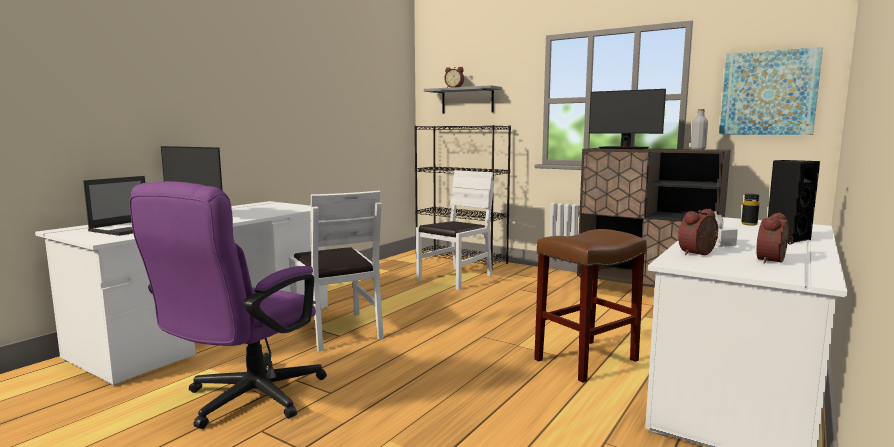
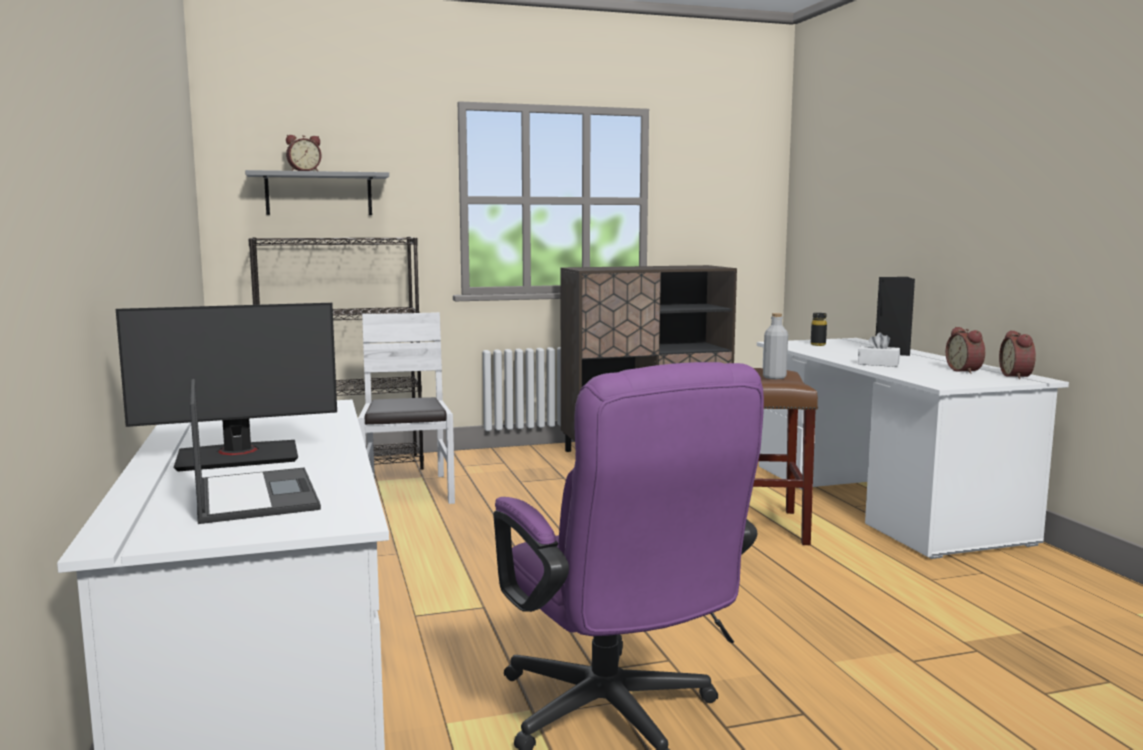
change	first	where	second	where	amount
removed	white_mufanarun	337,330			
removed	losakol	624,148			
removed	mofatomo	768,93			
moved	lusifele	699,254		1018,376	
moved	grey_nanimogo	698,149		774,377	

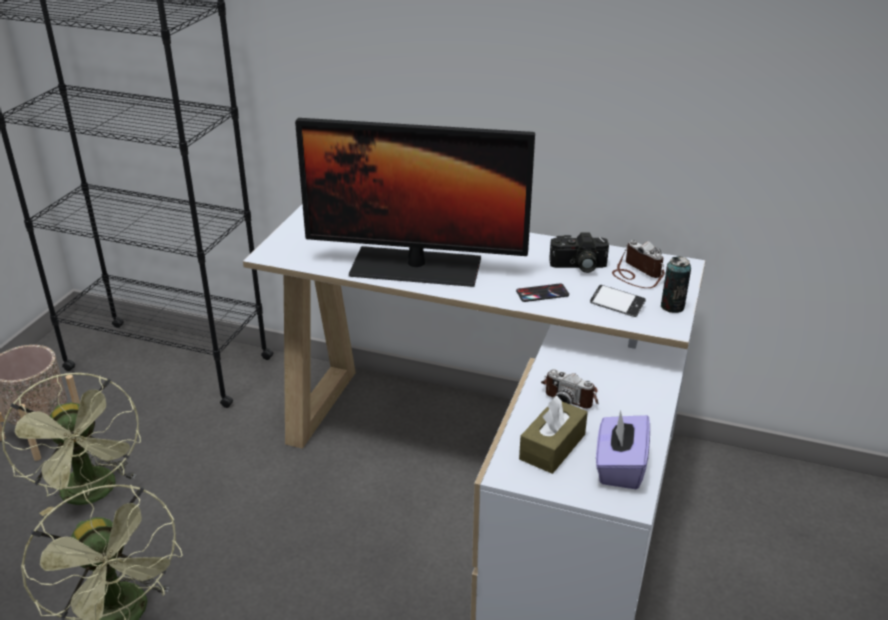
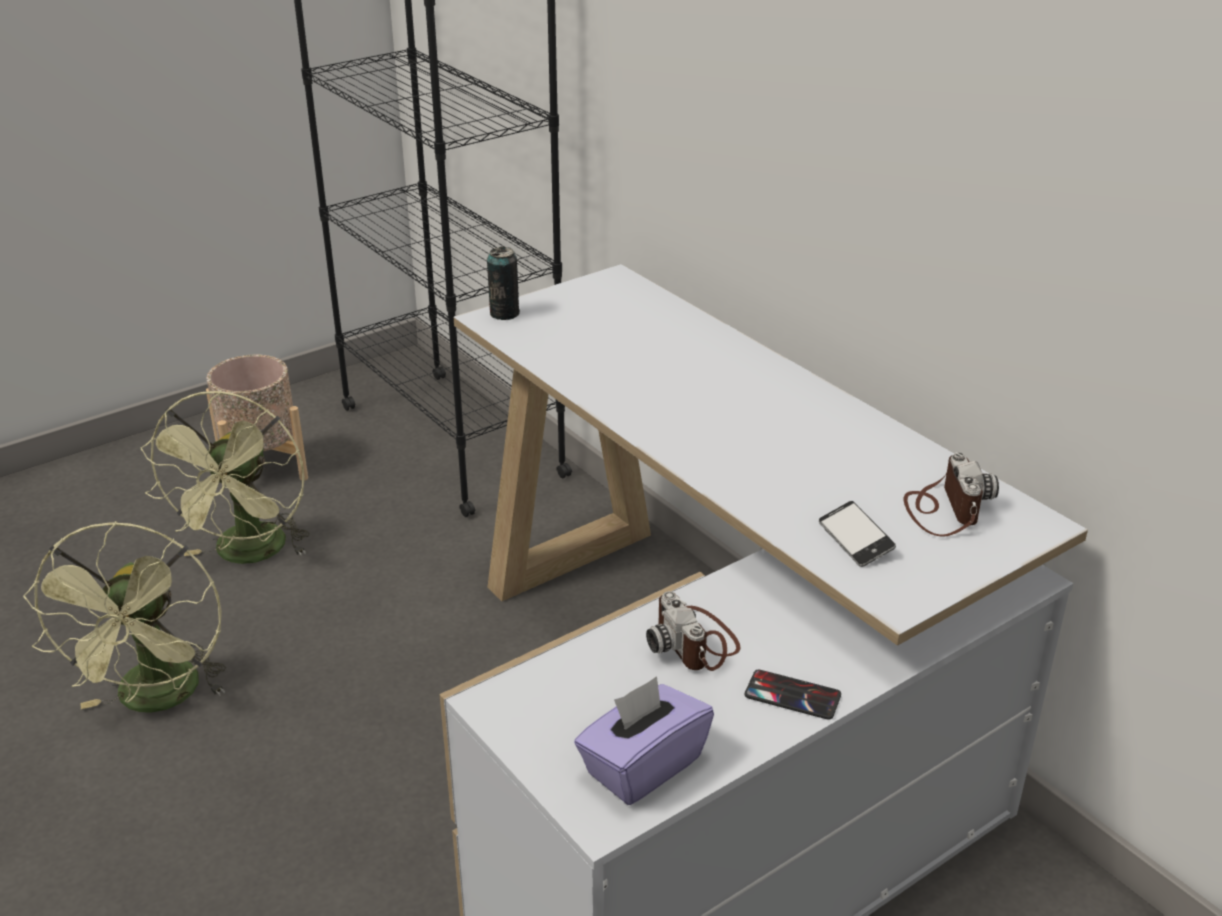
change	first	where	second	where	amount
removed	losakol	415,267			
removed	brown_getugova	552,447			
removed	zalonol	578,266			
moved	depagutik	542,293		792,695	
moved	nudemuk	672,307		504,313	

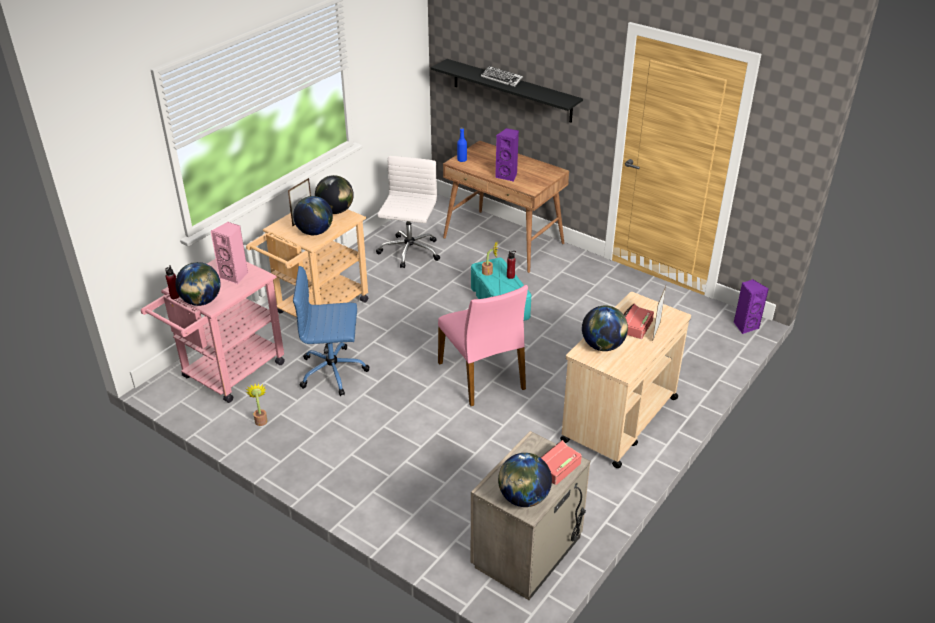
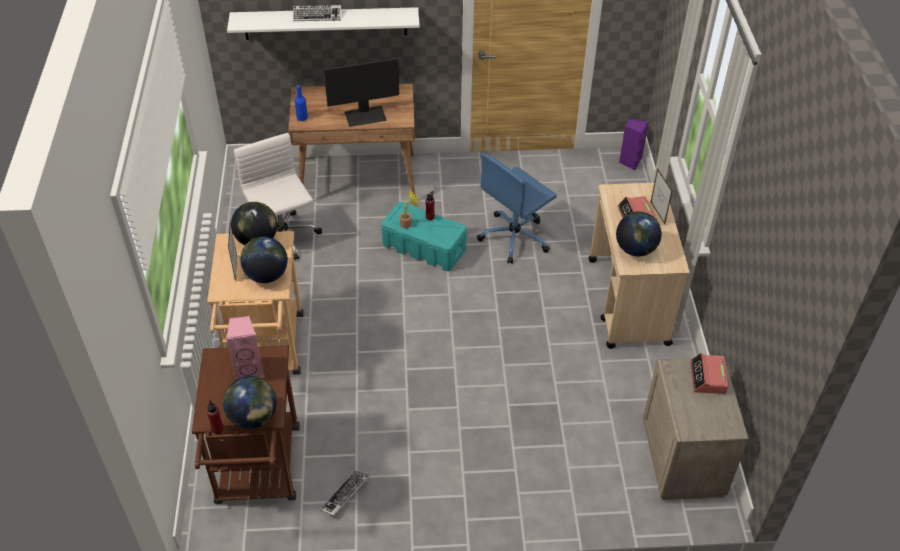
change	first	where	second	where	amount
removed	pink_mufanarun	483,376			
removed	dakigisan	523,498			
moved	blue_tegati	334,371		515,237	
replaced	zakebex	261,419	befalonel	345,495	
replaced	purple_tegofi	507,176	losakol	365,116	
recoloured	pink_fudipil	227,374	brown_fudipil	258,473	
recoloured	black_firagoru	511,90	white_firagoru	325,23	

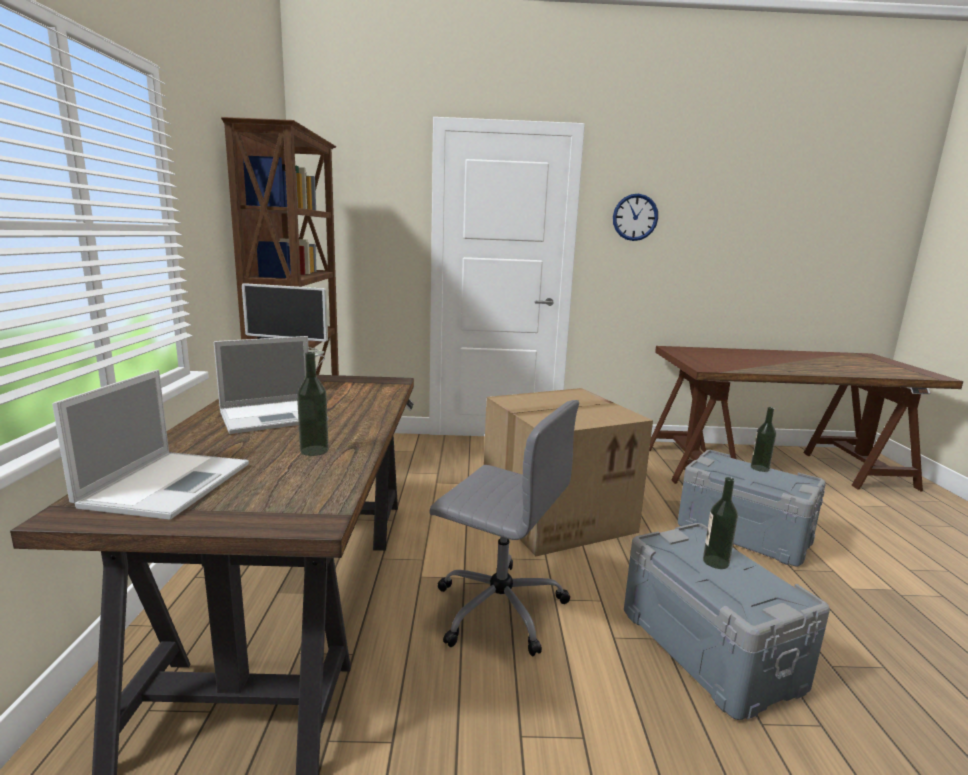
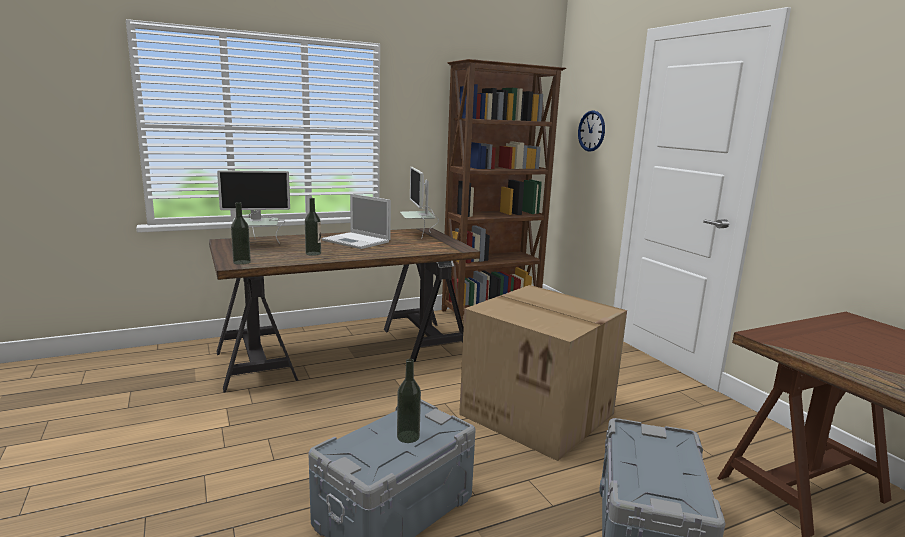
change	first	where	second	where	amount
removed	grey_tegati	497,607			
moved	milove	635,217		591,131	
moved	nanimogo	759,468		242,262	
replaced	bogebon	169,483	losakol	257,244	

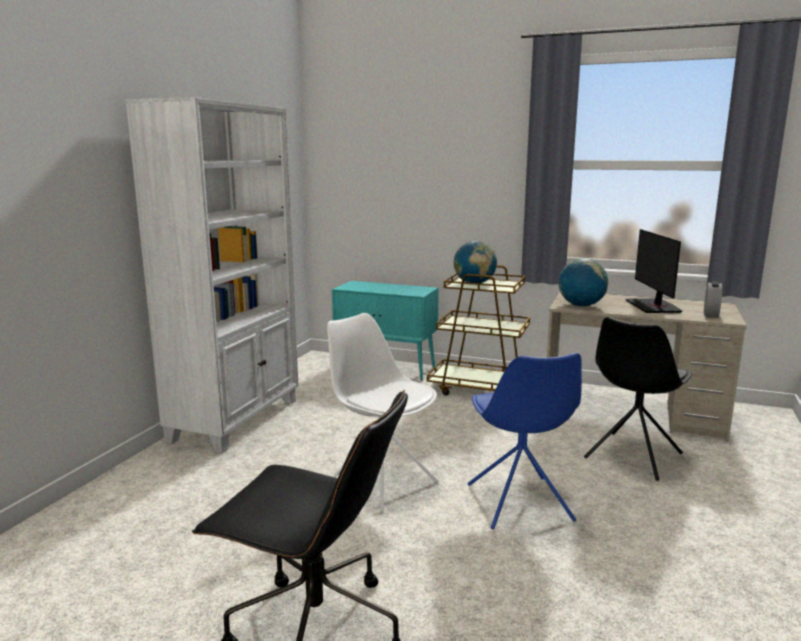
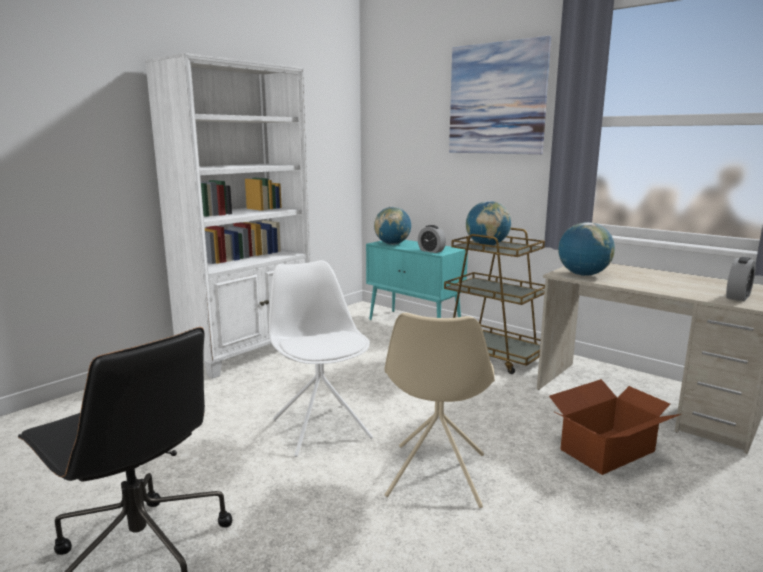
change	first	where	second	where	amount
removed	losakol	653,306			
added			dakigisan	392,244	
added			lusifele	431,251	
added			mofatomo	497,99	
replaced	black_mufanarun	632,456	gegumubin	606,450	
recoloured	blue_mufanarun	519,503	beige_mufanarun	436,476	

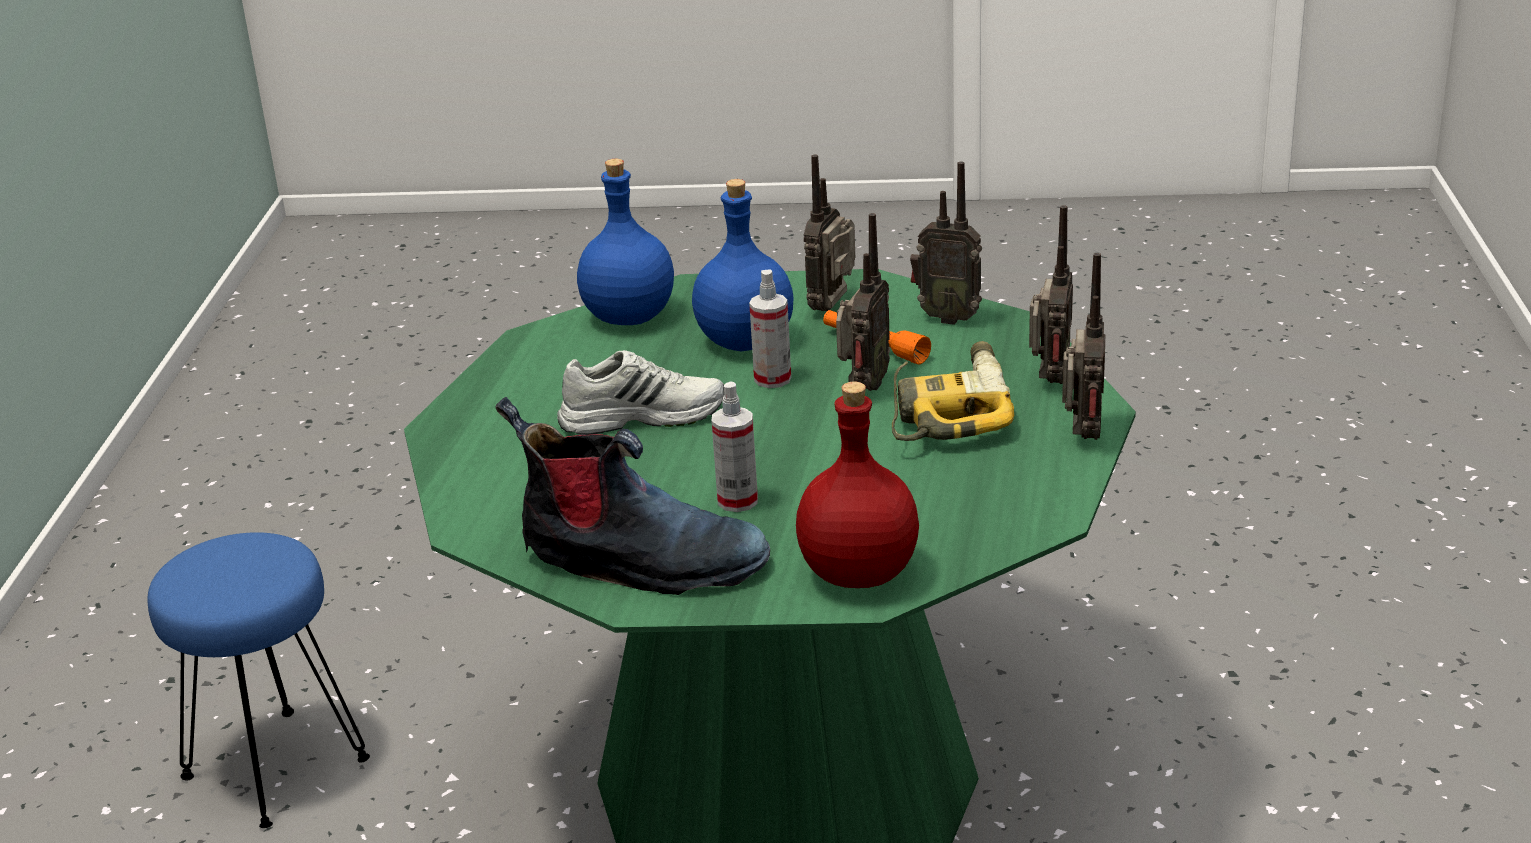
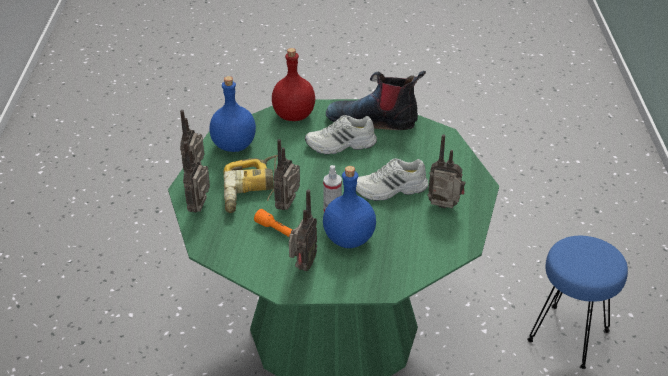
change	first	where	second	where	amount
moved	blue_nanimogo	628,318		234,145	
moved	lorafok	948,317		443,208	
replaced	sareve	737,501	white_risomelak	341,145	

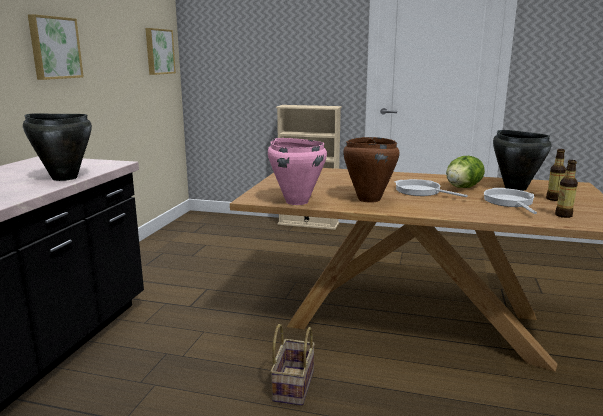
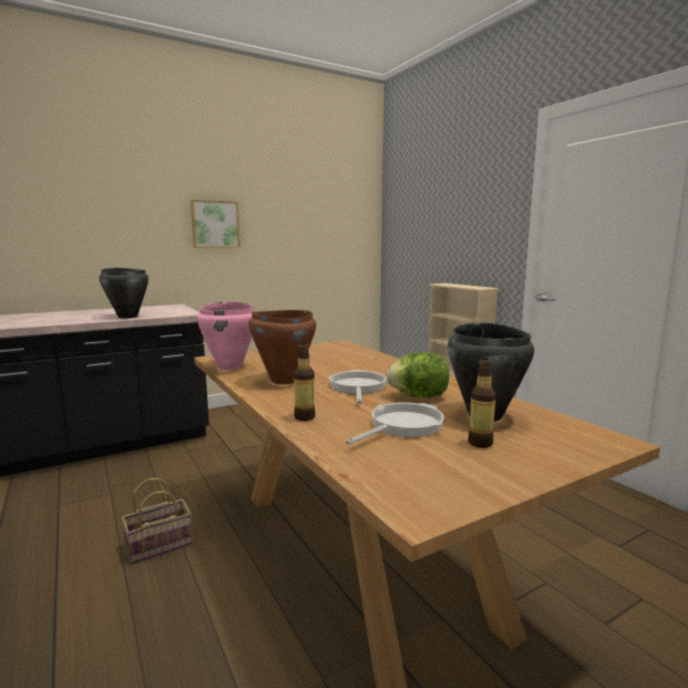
change	first	where	second	where	amount
removed	mofatomo	158,51			
moved	nanimogo	563,215		304,417	

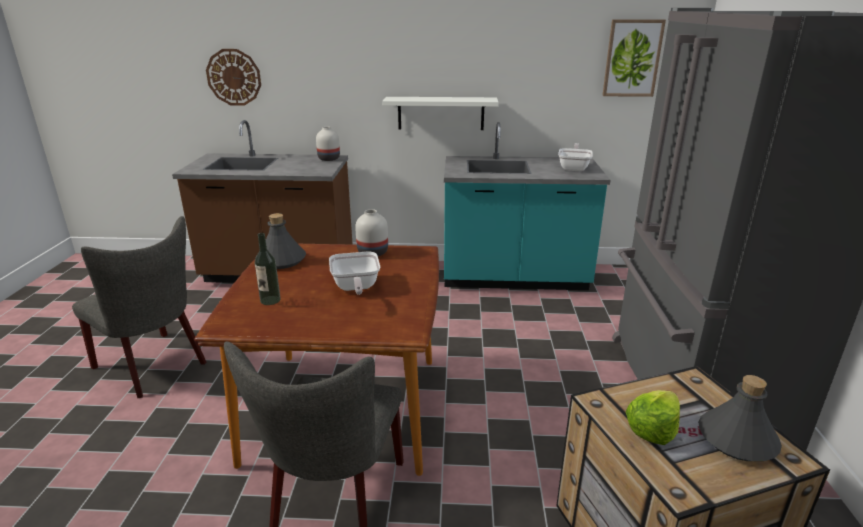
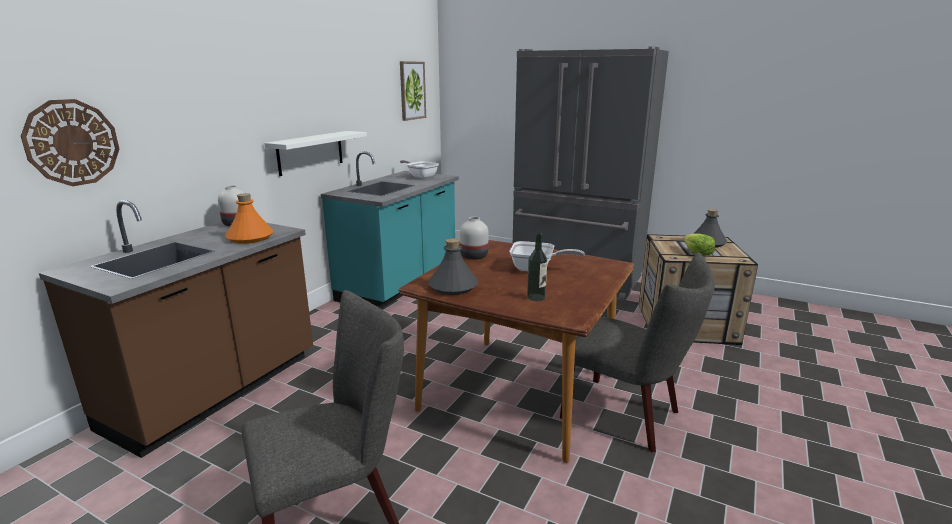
change	first	where	second	where	amount
added			orange_nanimogo	250,238	

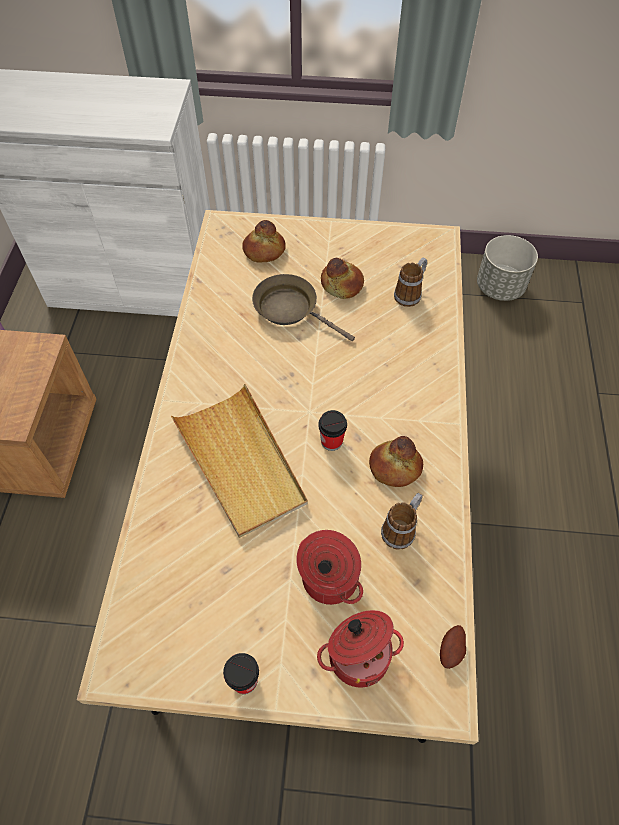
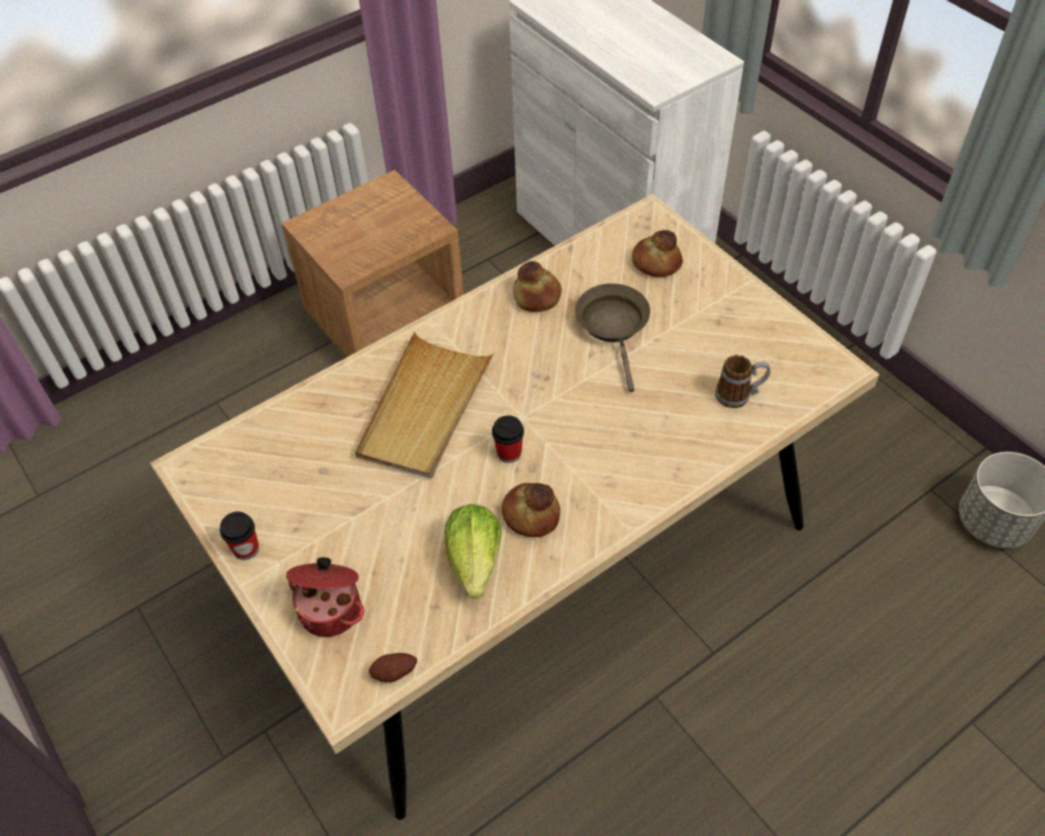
change	first	where	second	where	amount
removed	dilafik	328,579			
moved	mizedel	342,284		537,296	
replaced	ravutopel	401,528	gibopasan	475,561	

